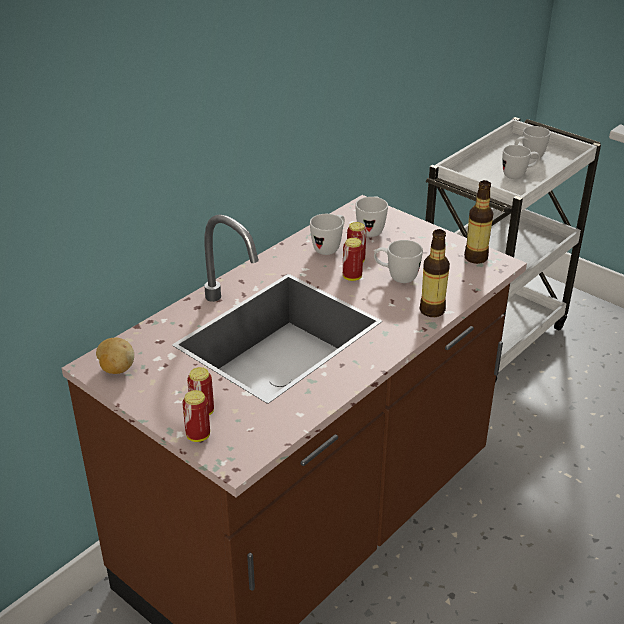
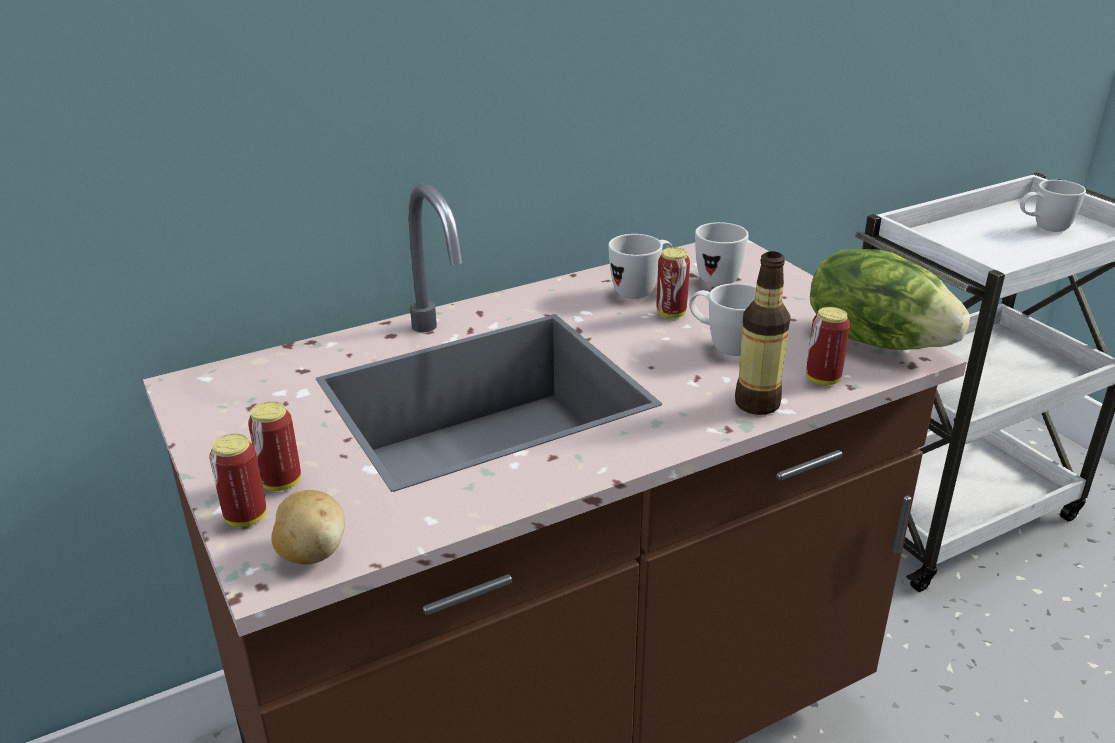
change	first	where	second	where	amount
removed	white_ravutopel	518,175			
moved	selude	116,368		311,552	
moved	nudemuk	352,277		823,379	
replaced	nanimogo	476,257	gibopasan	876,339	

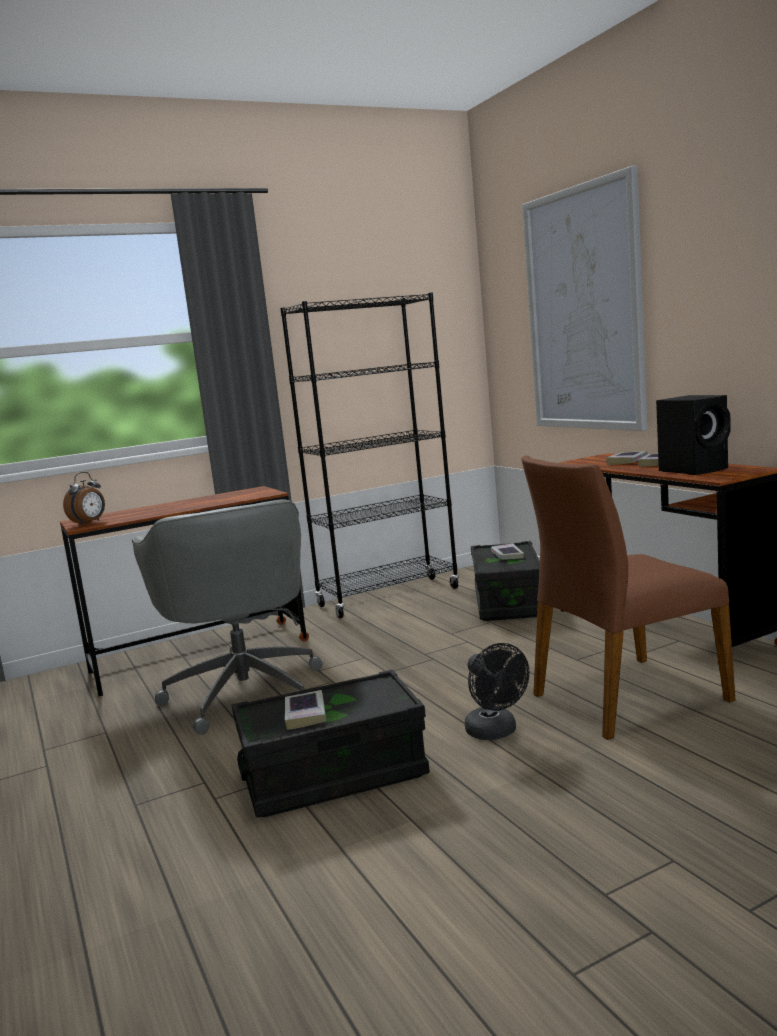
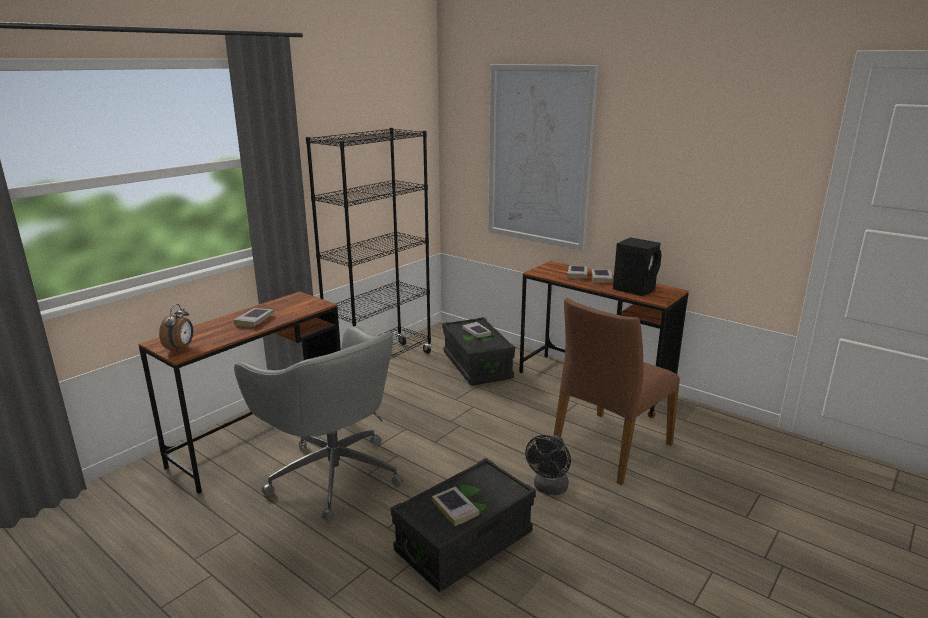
change	first	where	second	where	amount
added			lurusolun	254,320	
turned	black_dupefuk	496,733		549,489	75 degrees clockwise

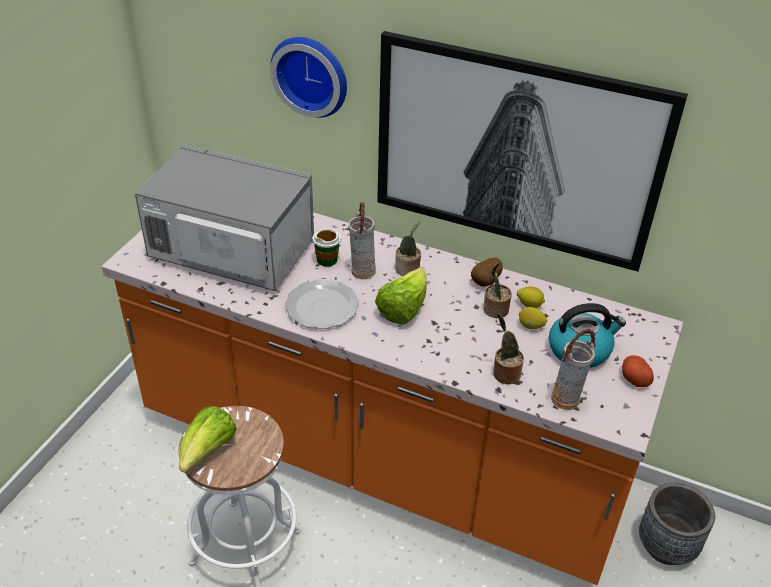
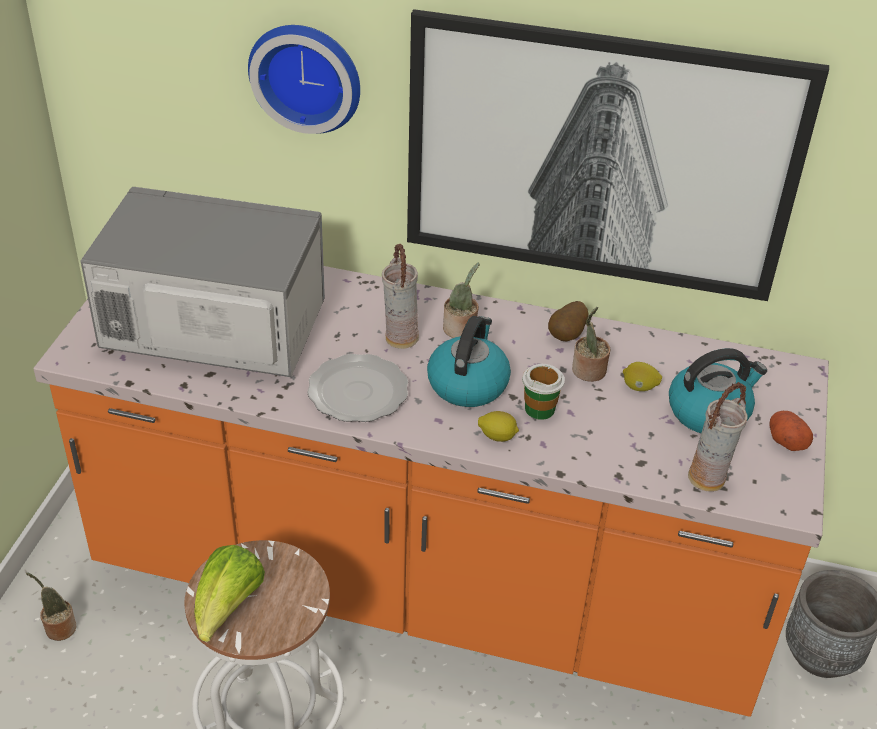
change	first	where	second	where	amount
moved	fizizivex	327,259		540,409	
moved	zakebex	504,373		58,627	
moved	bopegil	529,304		497,436	
replaced	gibopasan	403,309	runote	468,383	

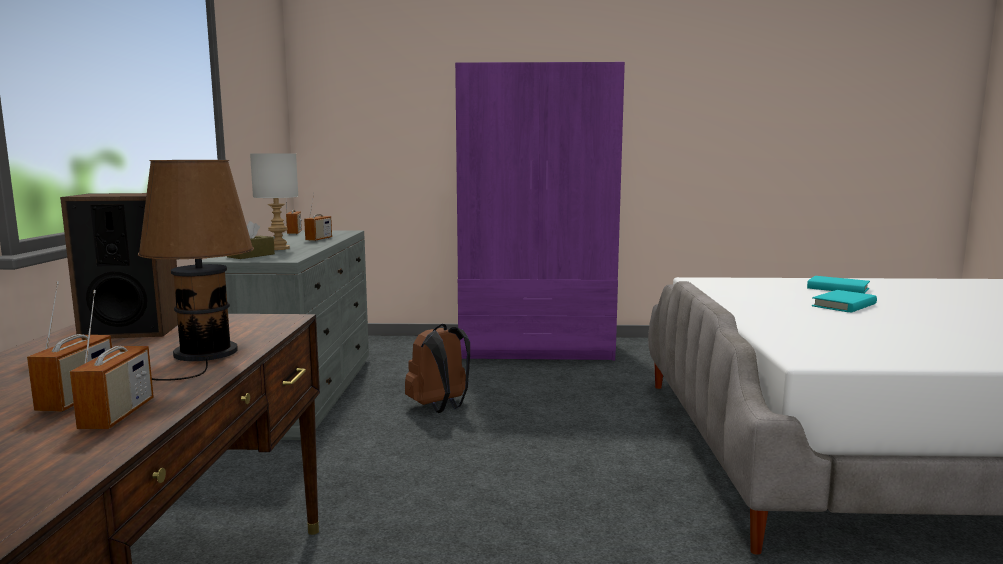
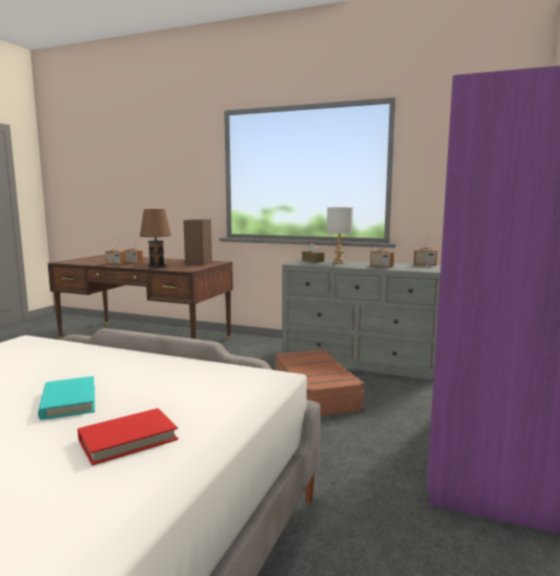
change	first	where	second	where	amount
replaced	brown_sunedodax	440,407	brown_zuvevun	316,393	
recoloured	turquoise_lurusolun	837,288	red_lurusolun	128,439	

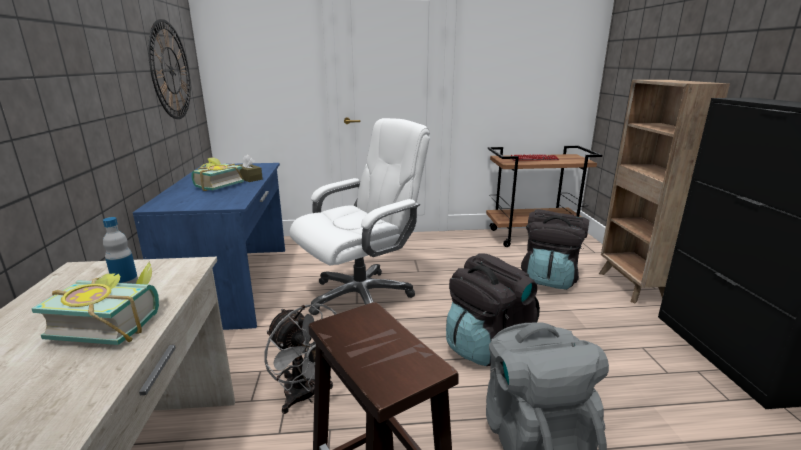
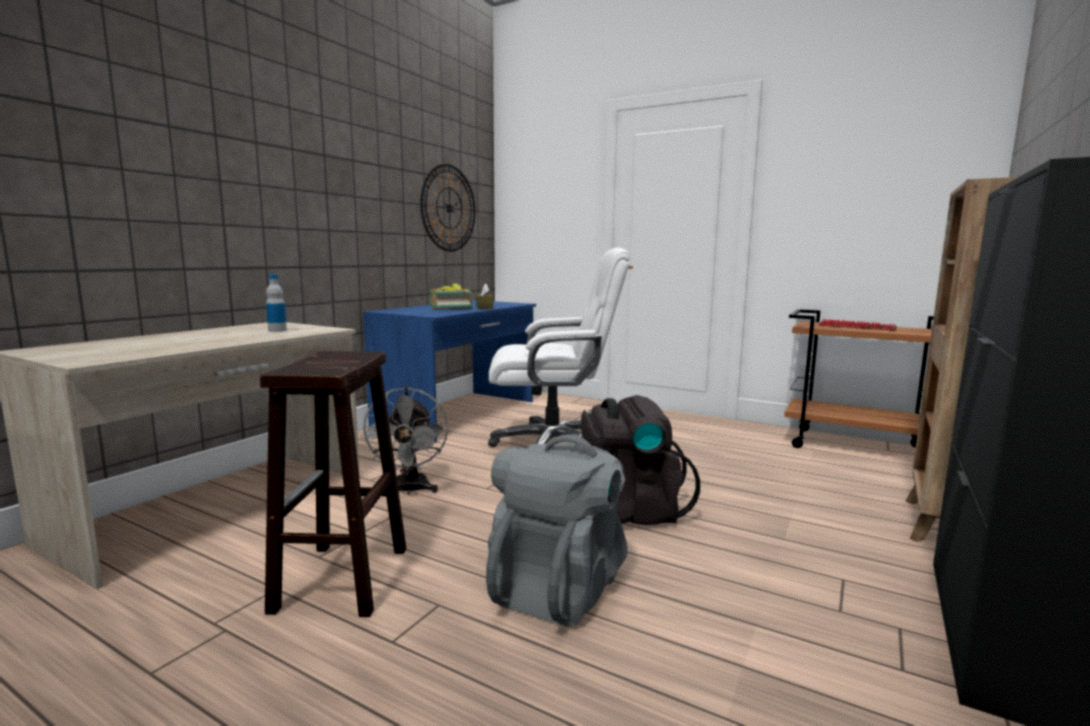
change	first	where	second	where	amount
removed	lurusolun	113,322			
removed	black_sunedodax	550,278			

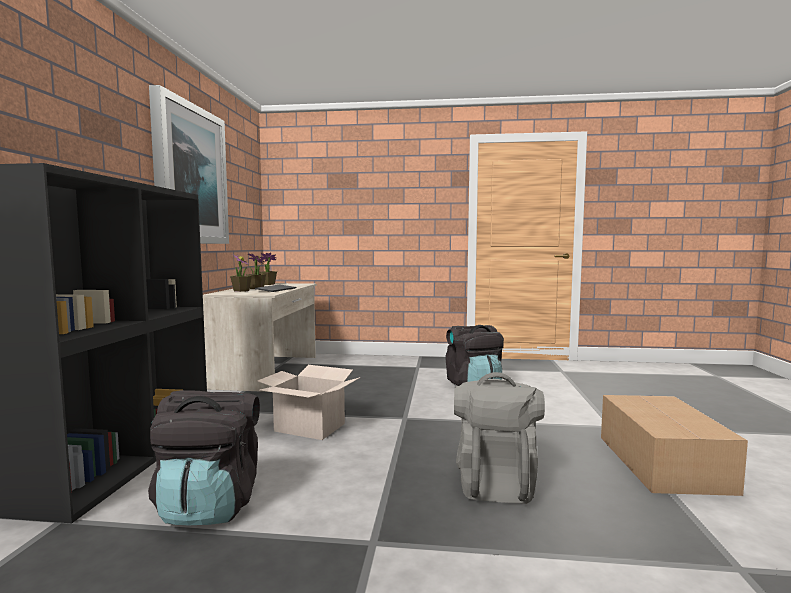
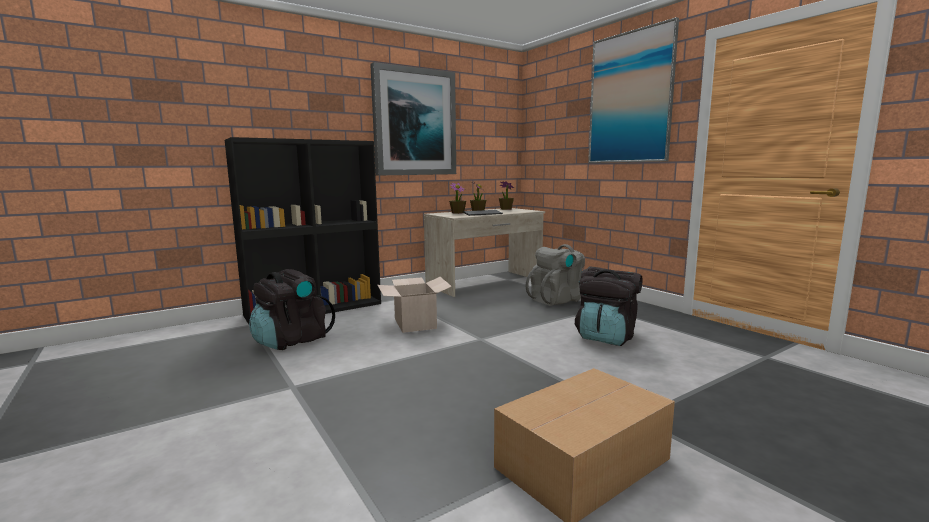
change	first	where	second	where	amount
added			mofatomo	630,98	
moved	grey_sunedodax	495,481		557,300	

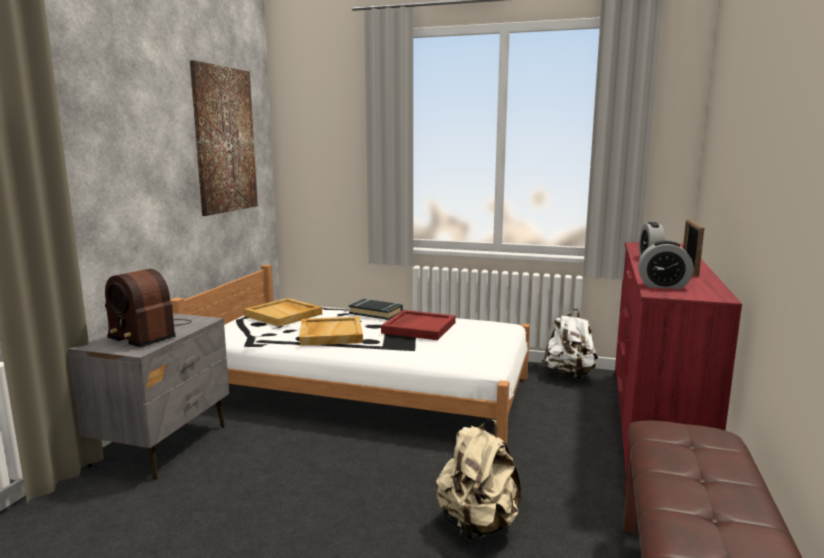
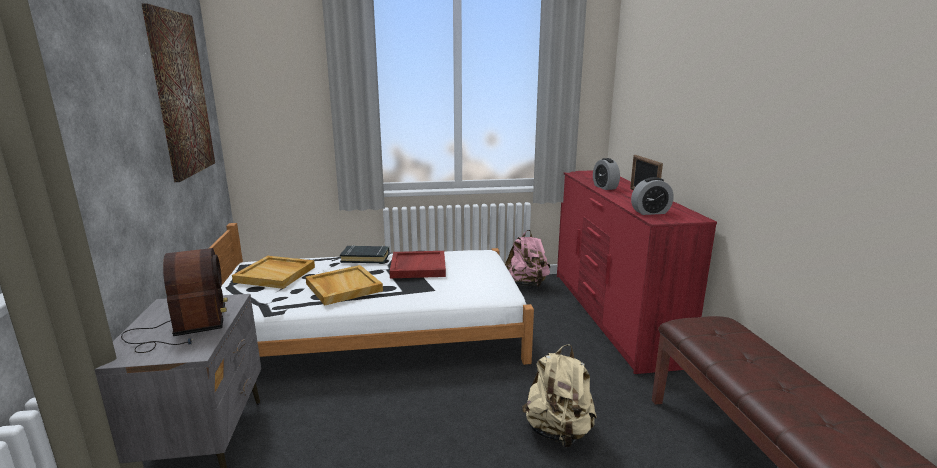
change	first	where	second	where	amount
recoloured	white_sunedodax	569,375	pink_sunedodax	526,284	
turned	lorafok	148,333		182,328	120 degrees counterclockwise

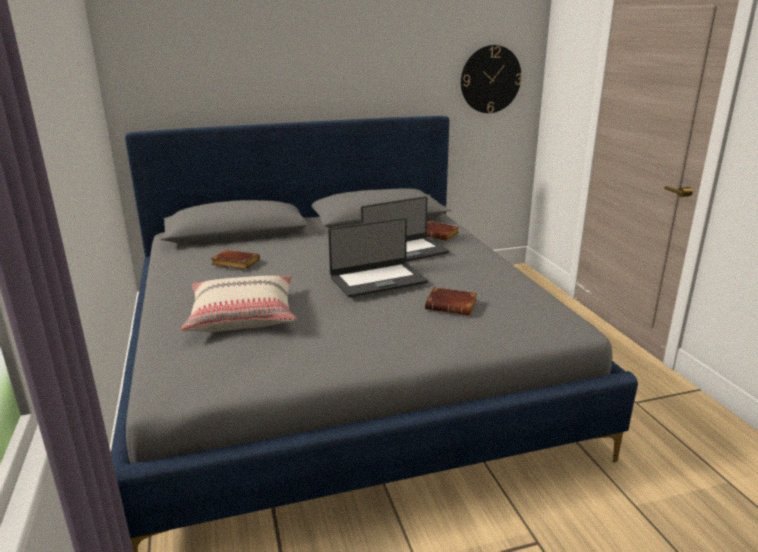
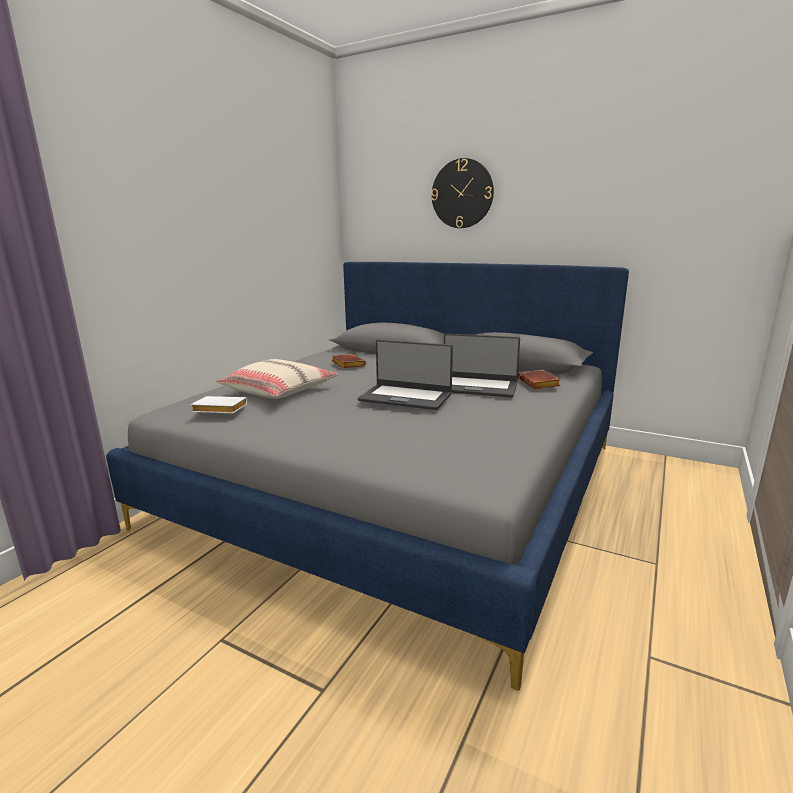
change	first	where	second	where	amount
removed	brown_lurusolun	452,305			
added			white_lurusolun	218,410	
moved	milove	490,79		462,194	

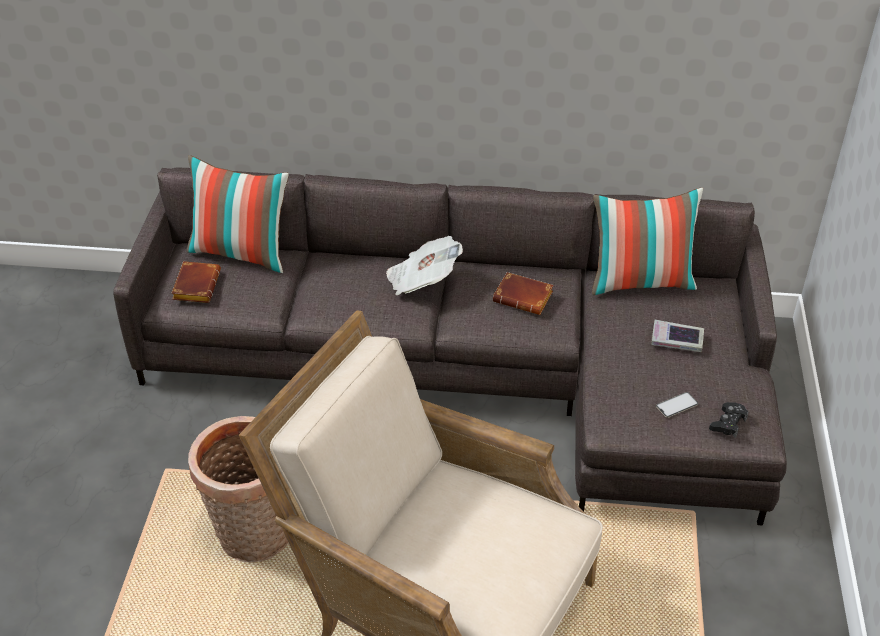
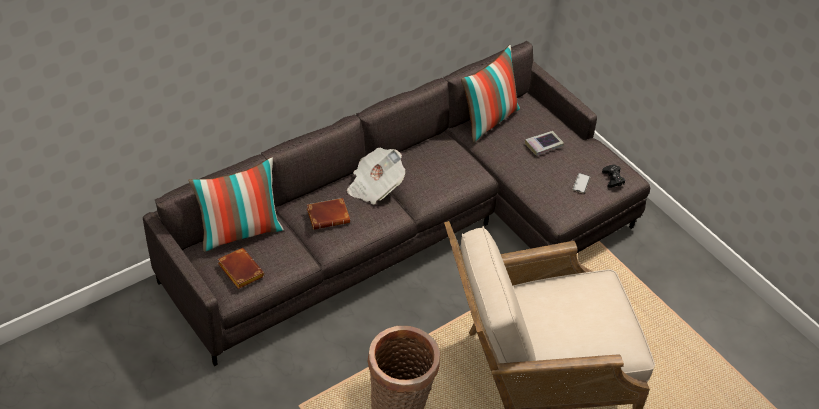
change	first	where	second	where	amount
moved	brown_lurusolun	524,297		329,215	

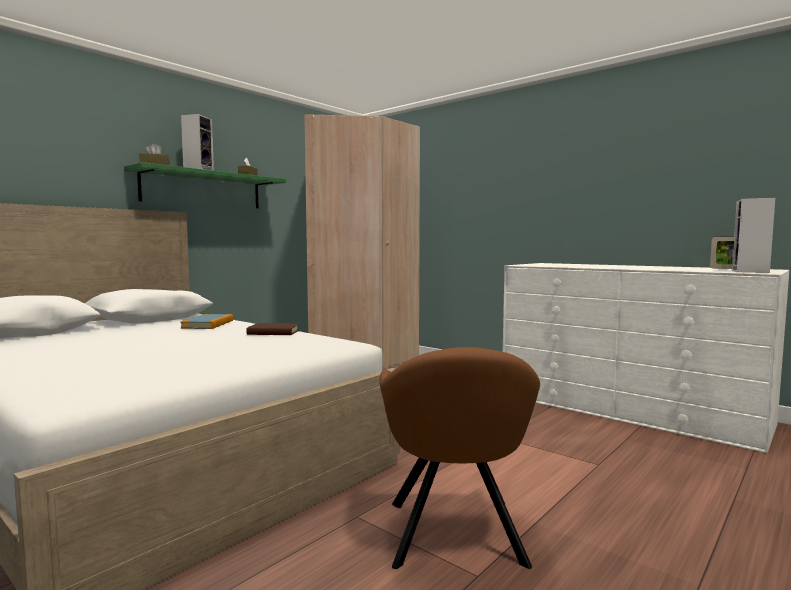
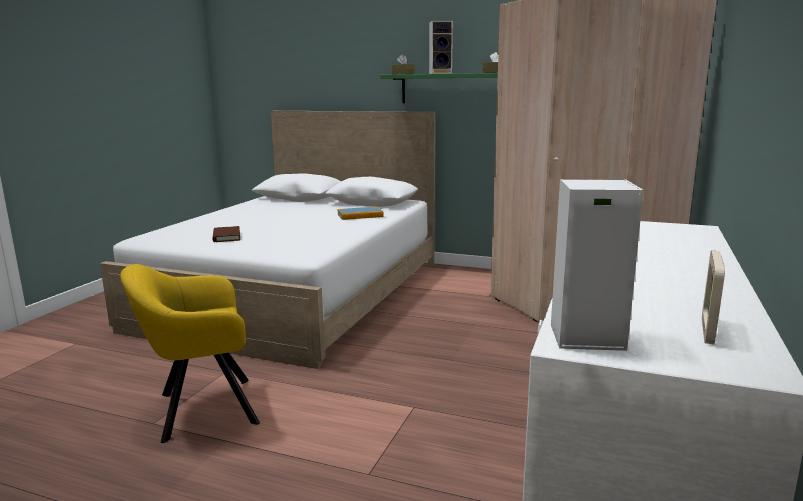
change	first	where	second	where	amount
moved	brown_lurusolun	273,332		226,236	
recoloured	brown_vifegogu	455,537	yellow_vifegogu	200,409	

